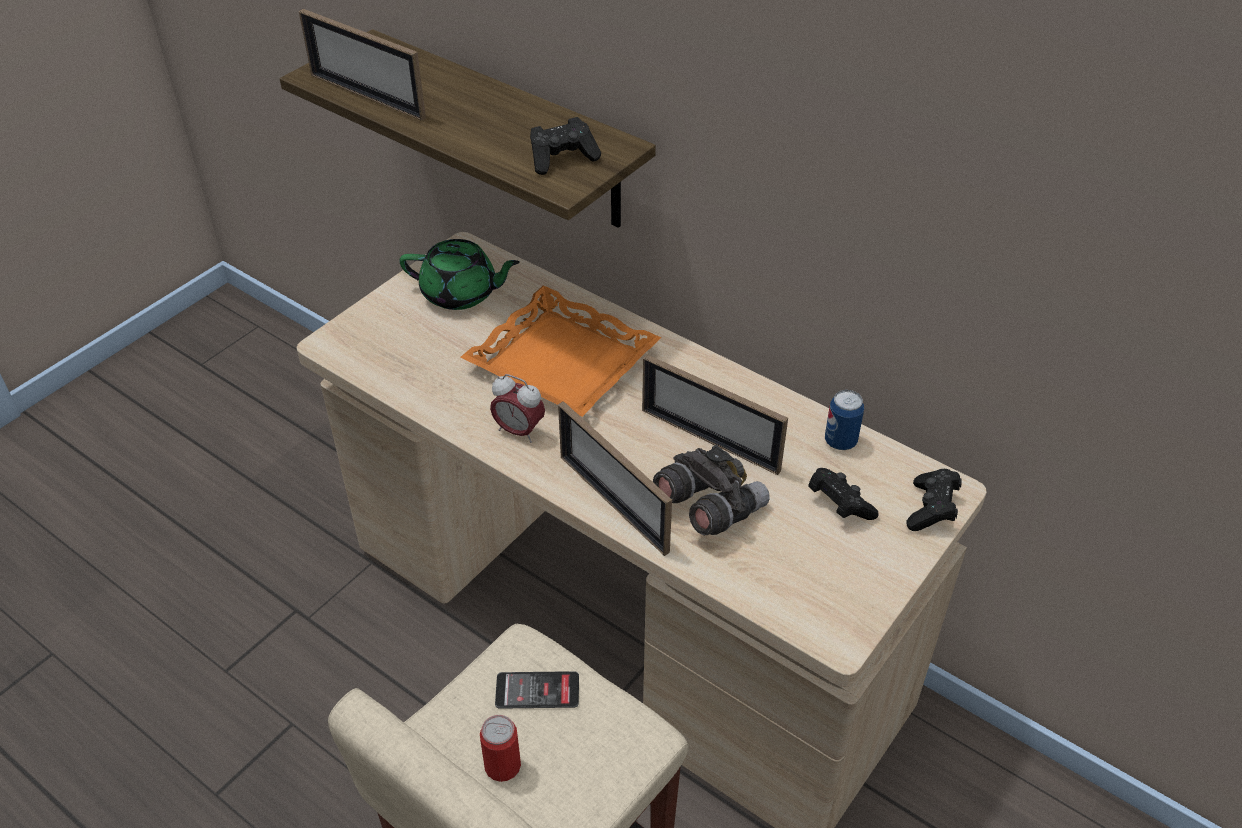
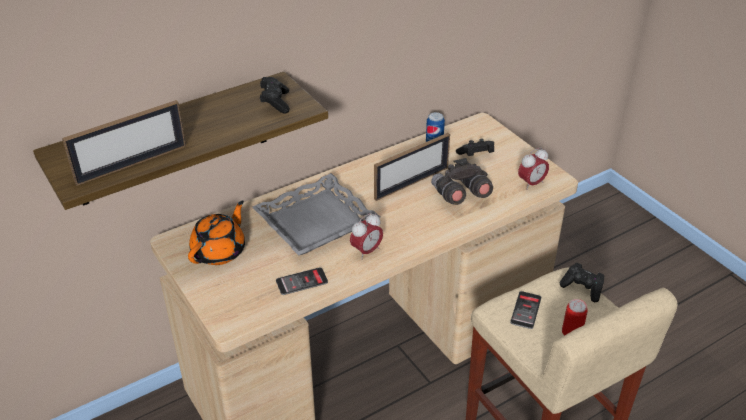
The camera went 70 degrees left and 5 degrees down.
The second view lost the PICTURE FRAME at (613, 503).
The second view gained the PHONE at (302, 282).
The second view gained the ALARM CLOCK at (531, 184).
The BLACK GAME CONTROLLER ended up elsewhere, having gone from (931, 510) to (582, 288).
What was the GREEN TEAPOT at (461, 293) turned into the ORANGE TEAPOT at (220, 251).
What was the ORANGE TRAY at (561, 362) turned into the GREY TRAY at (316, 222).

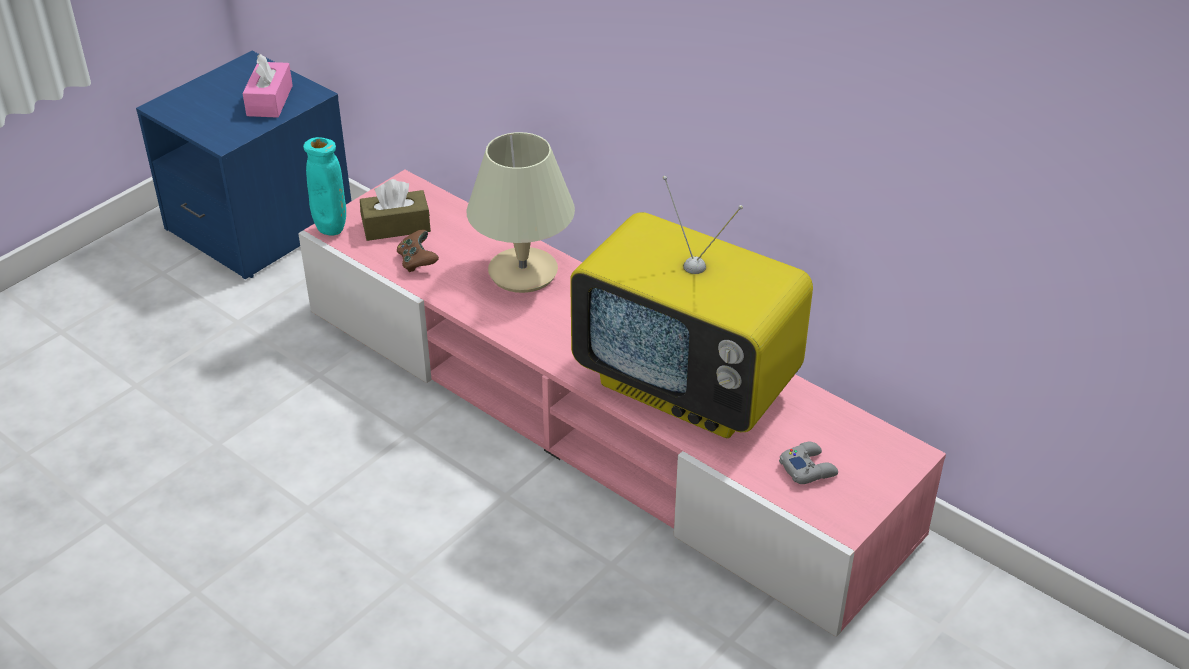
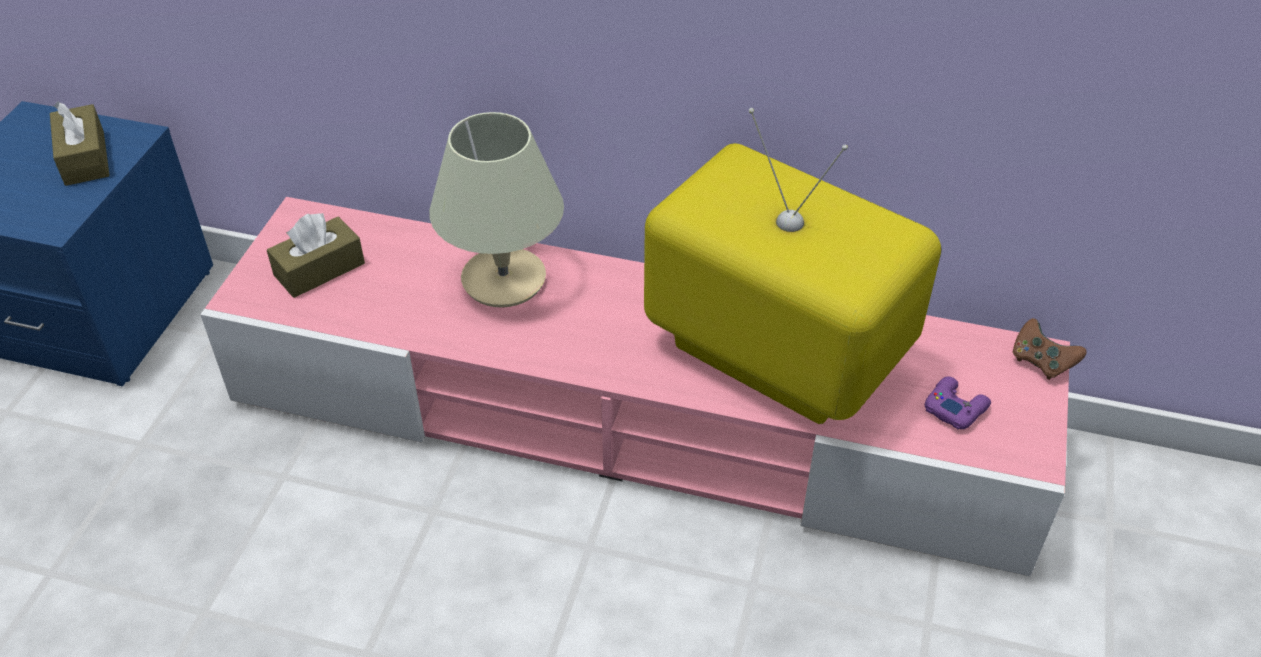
The camera went 25 degrees left and 5 degrees up.
The second view lost the TURQUOISE VASE at (331, 230).
The BROWN GAME CONTROLLER ended up elsewhere, having gone from (417, 261) to (1041, 361).
What was the PINK TISSUE BOX at (270, 100) turned into the BROWN TISSUE BOX at (84, 158).
What was the GREY GAME CONTROLLER at (808, 468) turned into the PURPLE GAME CONTROLLER at (955, 407).
The TELEVISION at (689, 385) ended up facing another way, 150 degrees counterclockwise from before.

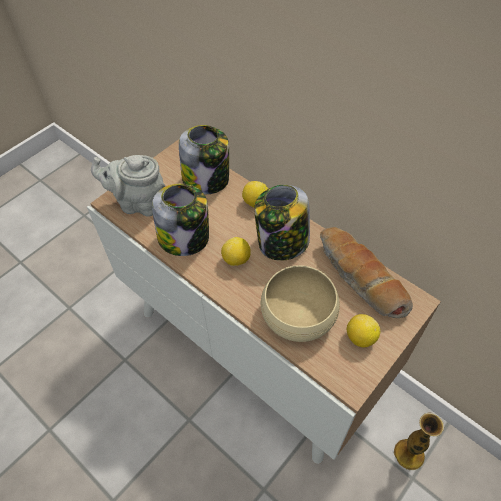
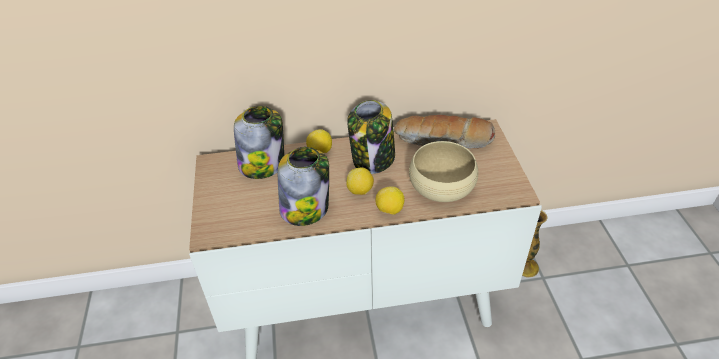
The camera went 50 degrees left and 10 degrees down.
The second view lost the GREY TEAPOT at (138, 203).
The LEMON ended up elsewhere, having gone from (360, 337) to (389, 210).

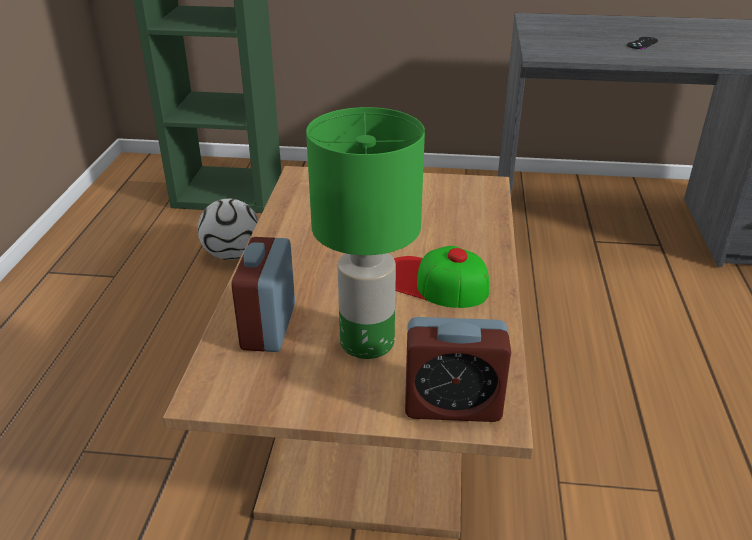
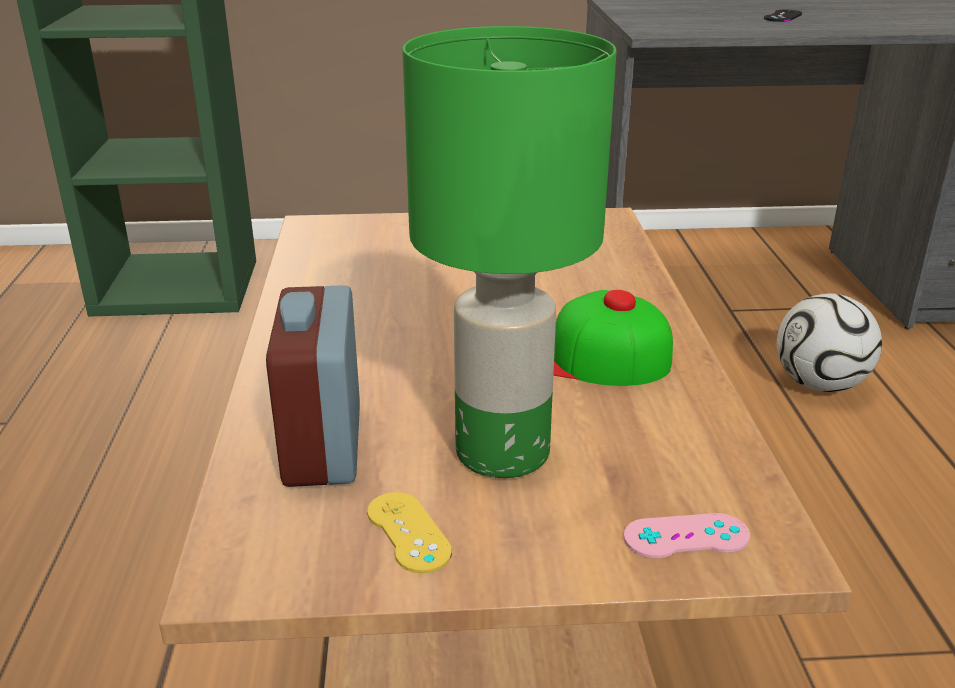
The camera went 10 degrees left and 5 degrees down.
The second view gained the YELLOW GAME CONTROLLER at (408, 532).
The FOOTBALL ended up elsewhere, having gone from (232, 254) to (819, 384).
Where the ALARM CLOCK stood at (452, 405), the PINK GAME CONTROLLER came to stand at (686, 536).

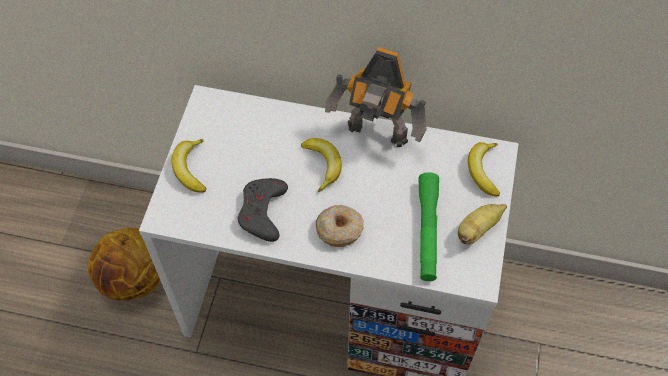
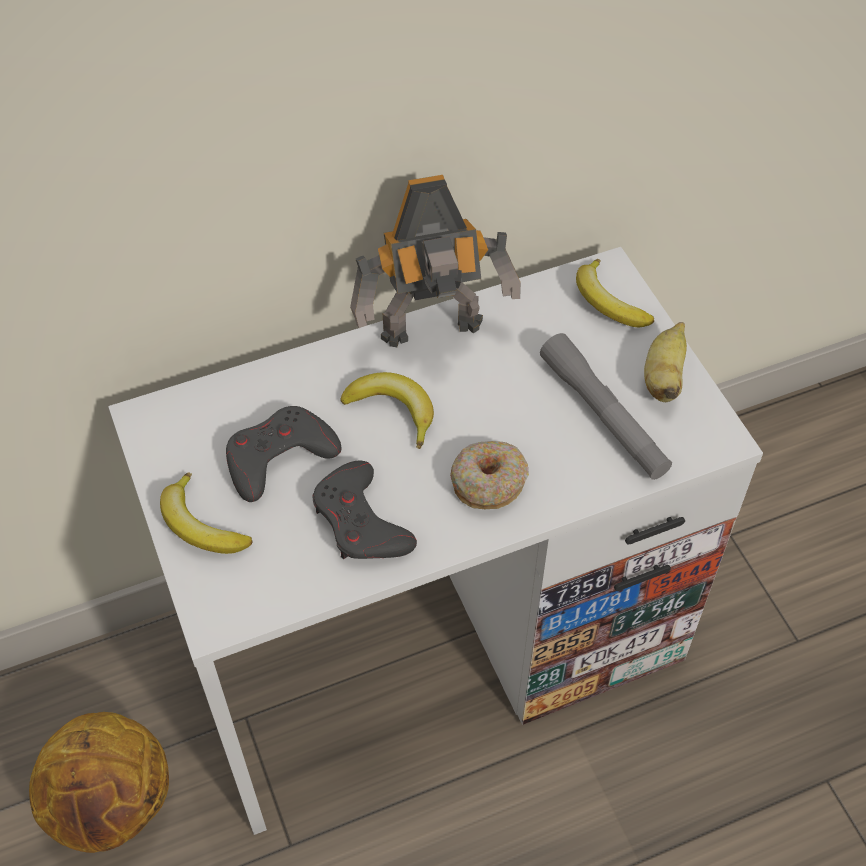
The camera went 35 degrees left and 5 degrees down.
The second view gained the GREY GAME CONTROLLER at (279, 457).
What was the GREEN FLASHLIGHT at (427, 231) turned into the GREY FLASHLIGHT at (603, 416).

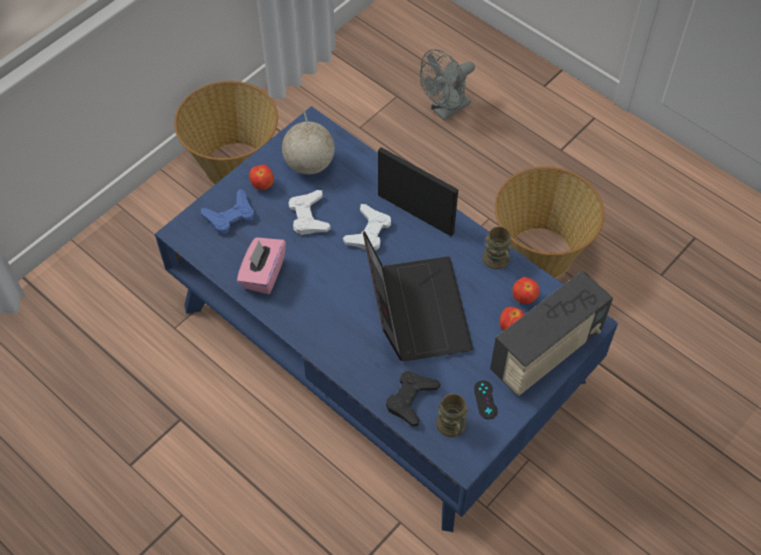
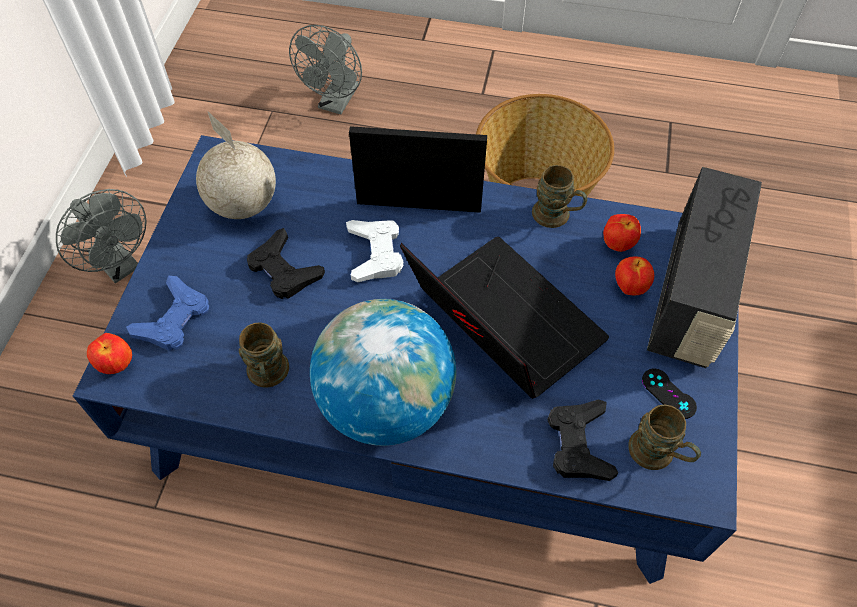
The camera went 30 degrees left and 0 degrees up.
The second view gained the GLOBE at (386, 402).
The APPLE ended up elsewhere, having gone from (263, 185) to (117, 364).
Where the BASKET stood at (234, 165), the GREY FAN came to stand at (120, 266).
Where the PINK TISSUE BOX stood at (263, 274), the BROWN MUG came to stand at (269, 375).
What was the WHITE GAME CONTROLLER at (309, 216) turned into the BLACK GAME CONTROLLER at (284, 270).

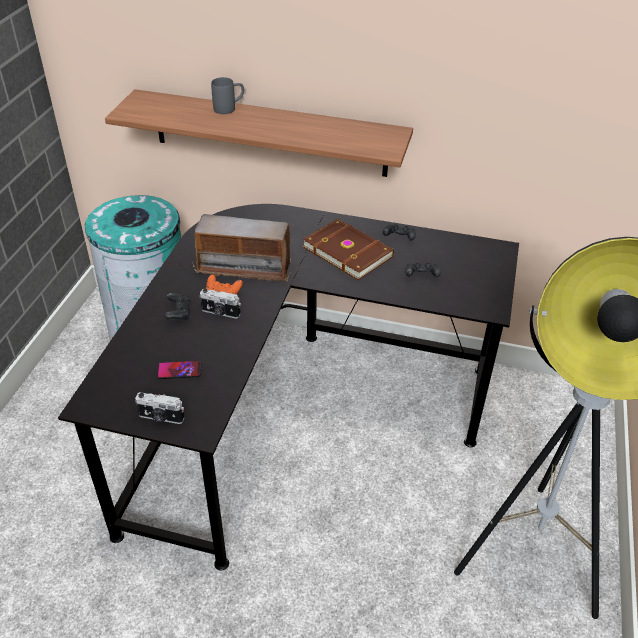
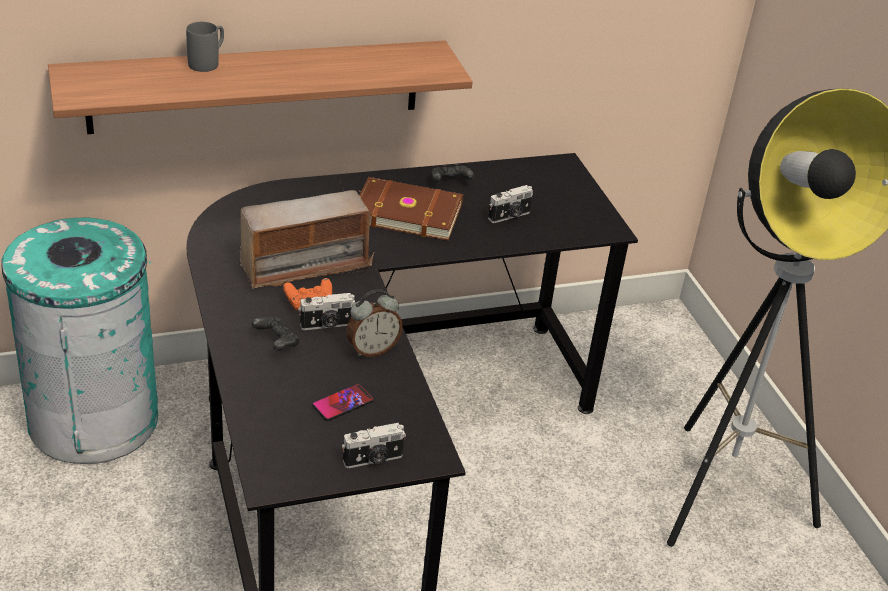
The camera went 35 degrees left and 5 degrees down.
The second view gained the ALARM CLOCK at (372, 349).
Where the BLACK GAME CONTROLLER stood at (421, 276), the PHOTO CAMERA came to stand at (510, 216).

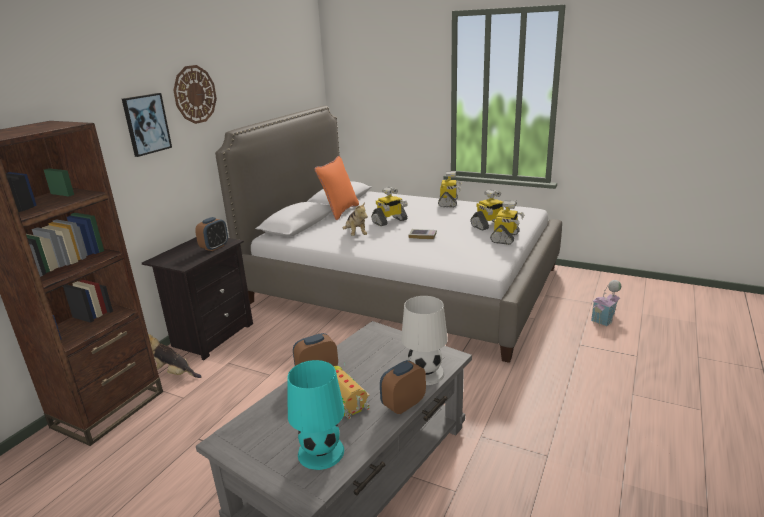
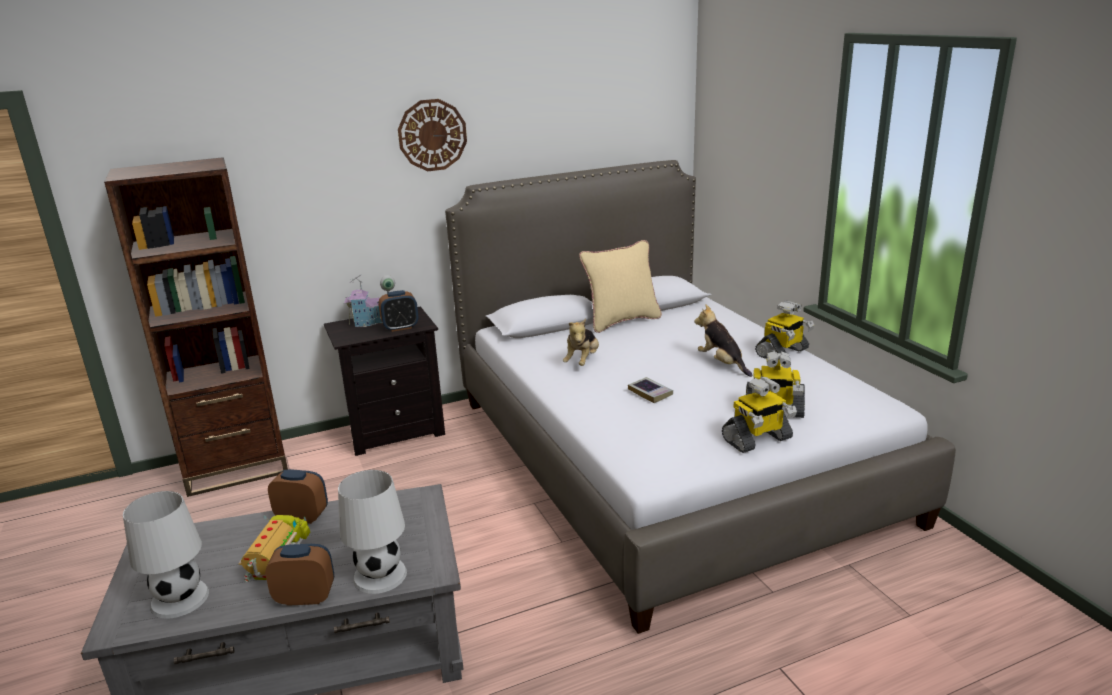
The camera went 40 degrees right and 0 degrees up.
The second view lost the PICTURE at (146, 124).
The second view lost the TOY ROBOT at (389, 221).
The PLUSH TOY ended up elsewhere, having gone from (174, 374) to (722, 363).
The TOY HOUSE ended up elsewhere, having gone from (605, 318) to (373, 322).
What was the TURQUOISE TABLE LAMP at (320, 452) turned into the WHITE TABLE LAMP at (179, 599).
What was the ORANGE PILLOW at (340, 211) turned into the BEIGE PILLOW at (621, 321).

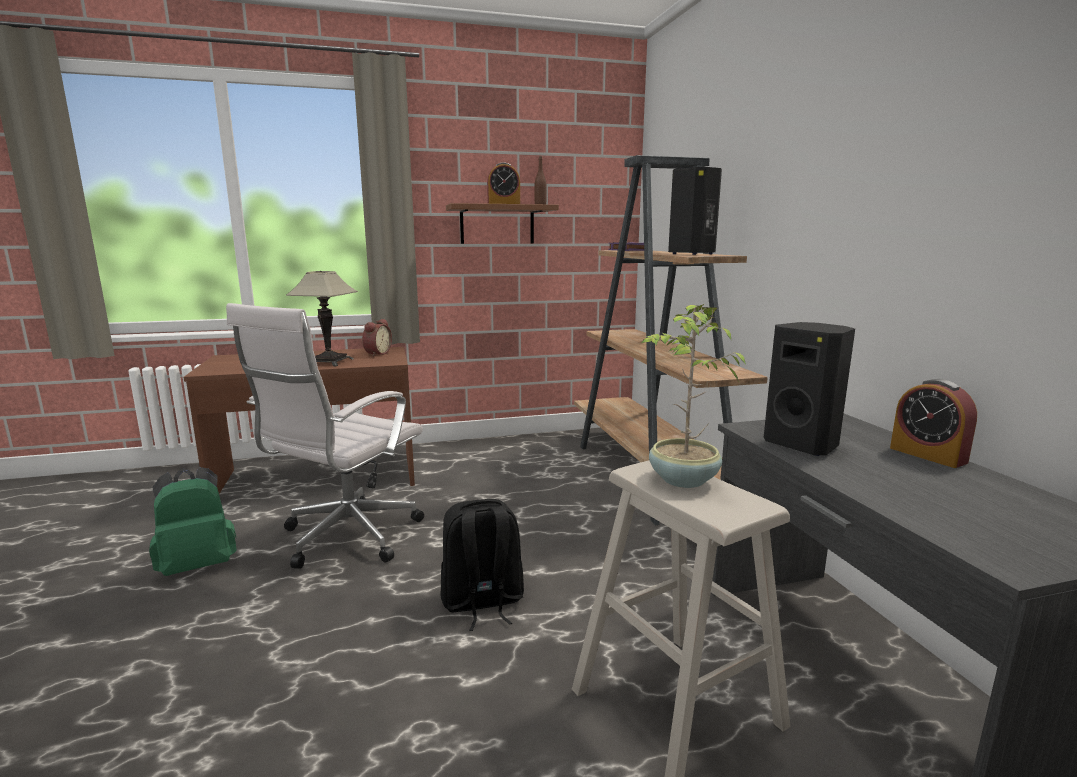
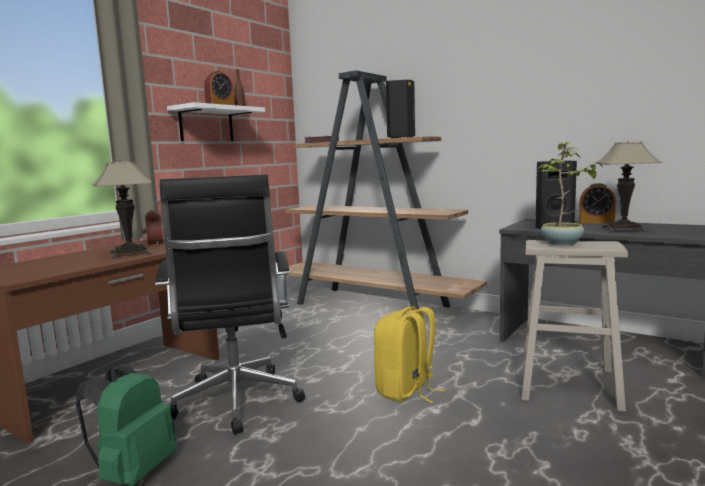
The camera went 40 degrees left and 5 degrees down.
The second view gained the TABLE LAMP at (623, 229).
What was the WHITE OFFICE CHAIR at (346, 538) turned into the BLACK OFFICE CHAIR at (236, 404).
What was the BLACK BACKPACK at (482, 602) turned into the YELLOW BACKPACK at (406, 391).
What was the BROWN SHELF at (497, 225) turned into the WHITE SHELF at (206, 124).

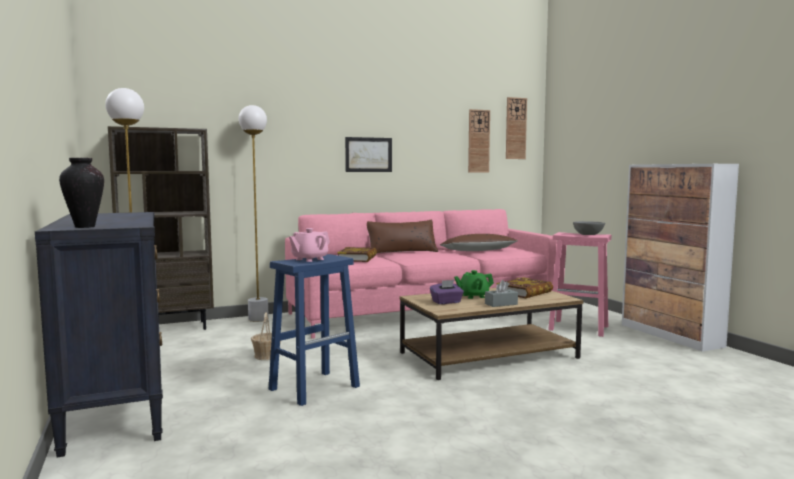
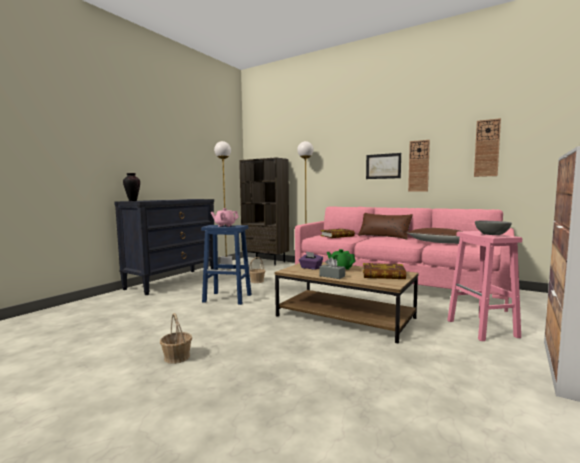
The camera went 55 degrees right and 0 degrees up.
The second view gained the BASKET at (177, 357).
The WALL CLOCK ended up elsewhere, having gone from (515, 128) to (418, 166).

